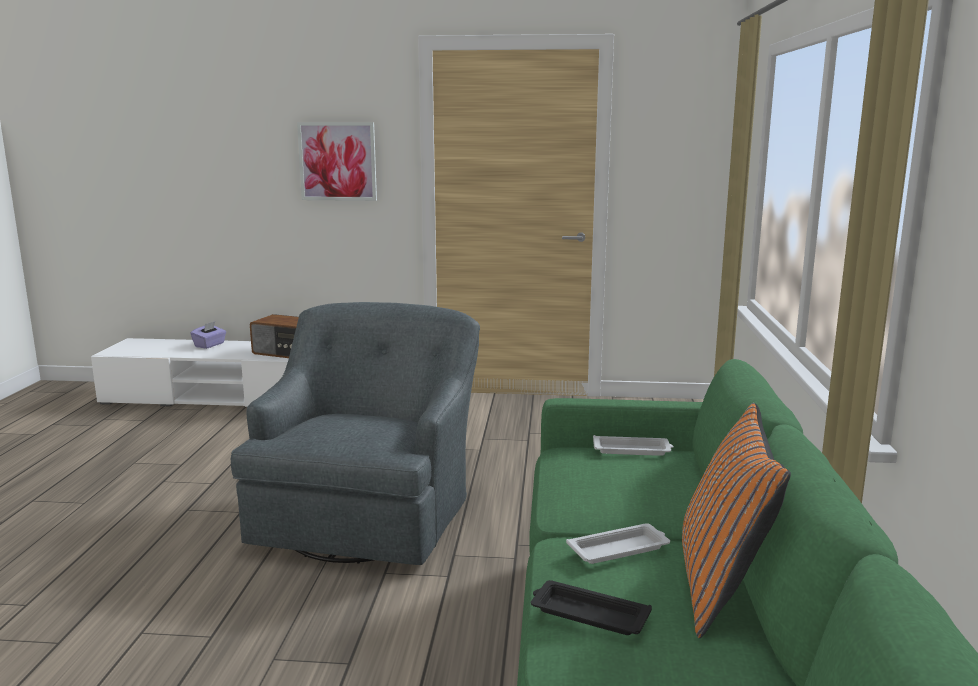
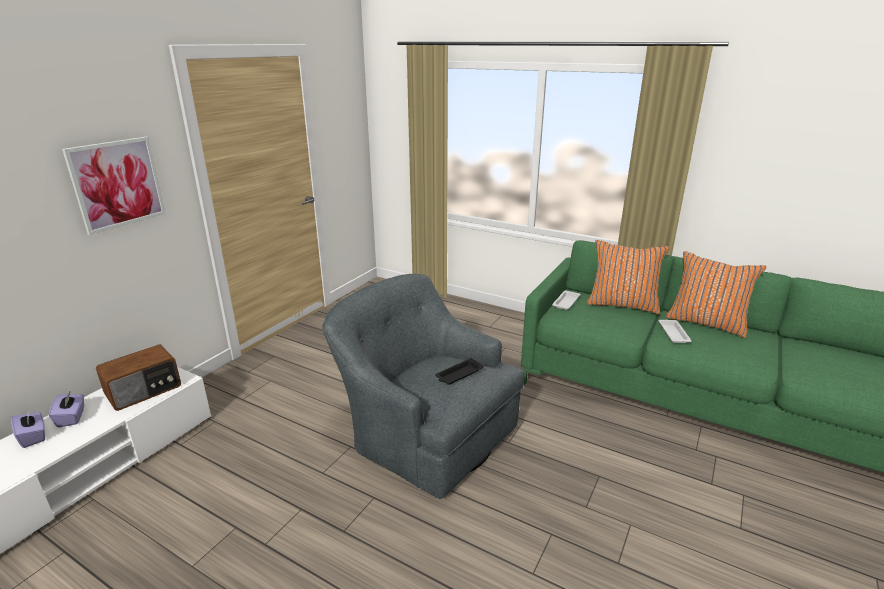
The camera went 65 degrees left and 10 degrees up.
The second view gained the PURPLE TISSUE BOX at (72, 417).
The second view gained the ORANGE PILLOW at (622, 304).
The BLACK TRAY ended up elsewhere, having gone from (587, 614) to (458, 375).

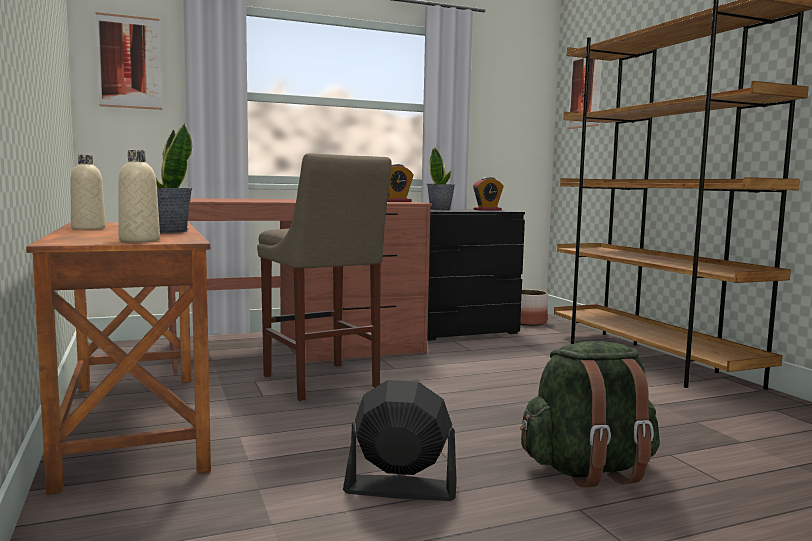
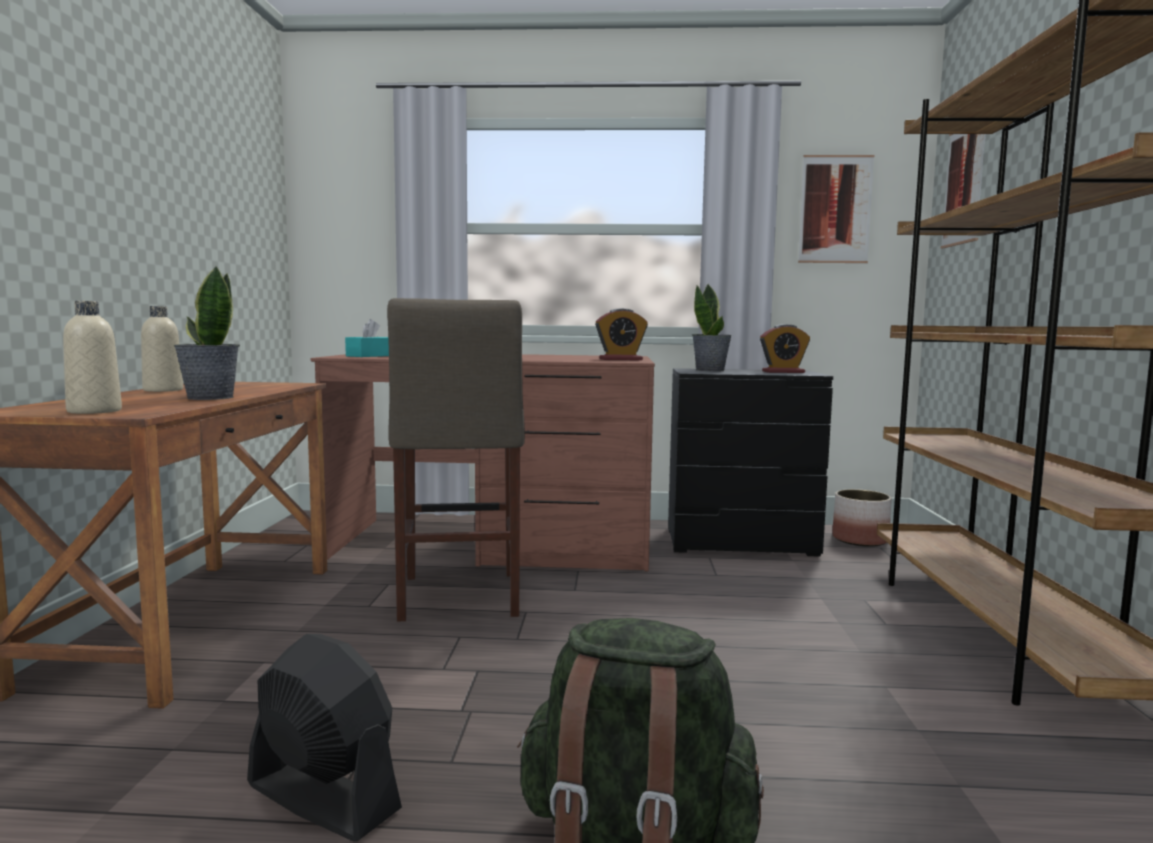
The camera went 25 degrees right and 0 degrees up.
The second view gained the TURQUOISE TISSUE BOX at (370, 356).
The PICTURE ended up elsewhere, having gone from (129, 62) to (835, 209).

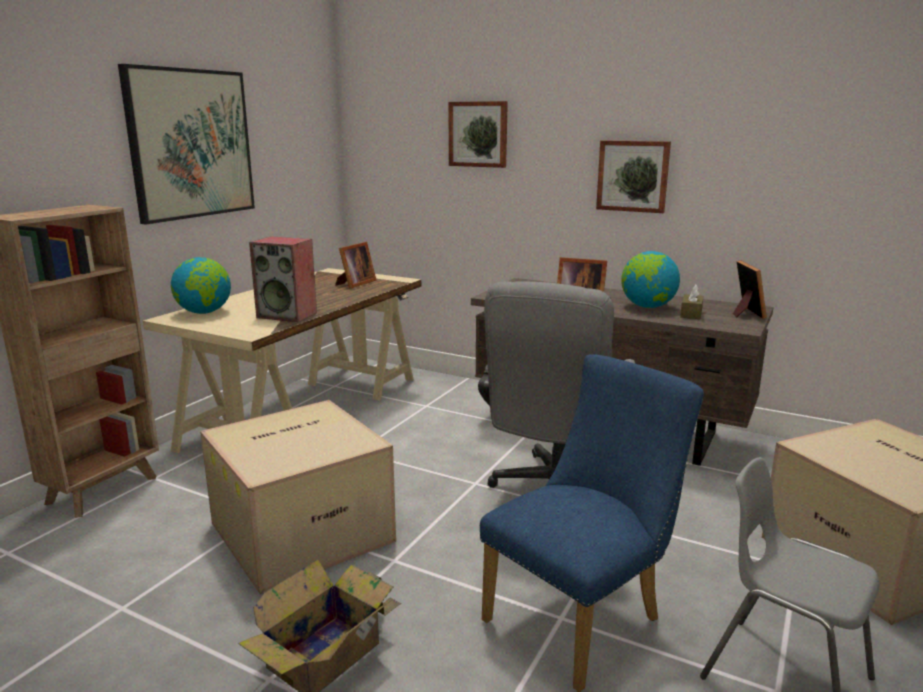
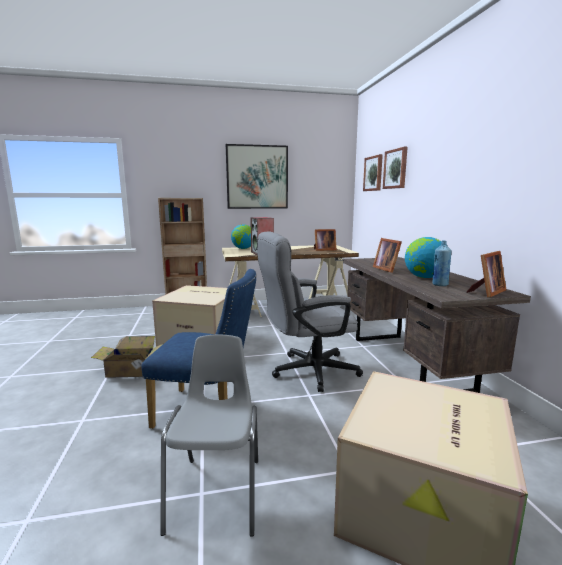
The camera went 50 degrees right and 5 degrees down.
The PICTURE ended up elsewhere, having gone from (633, 176) to (373, 173).
Where the BROWN TISSUE BOX stood at (691, 314), the BLUE BOTTLE came to stand at (440, 285).

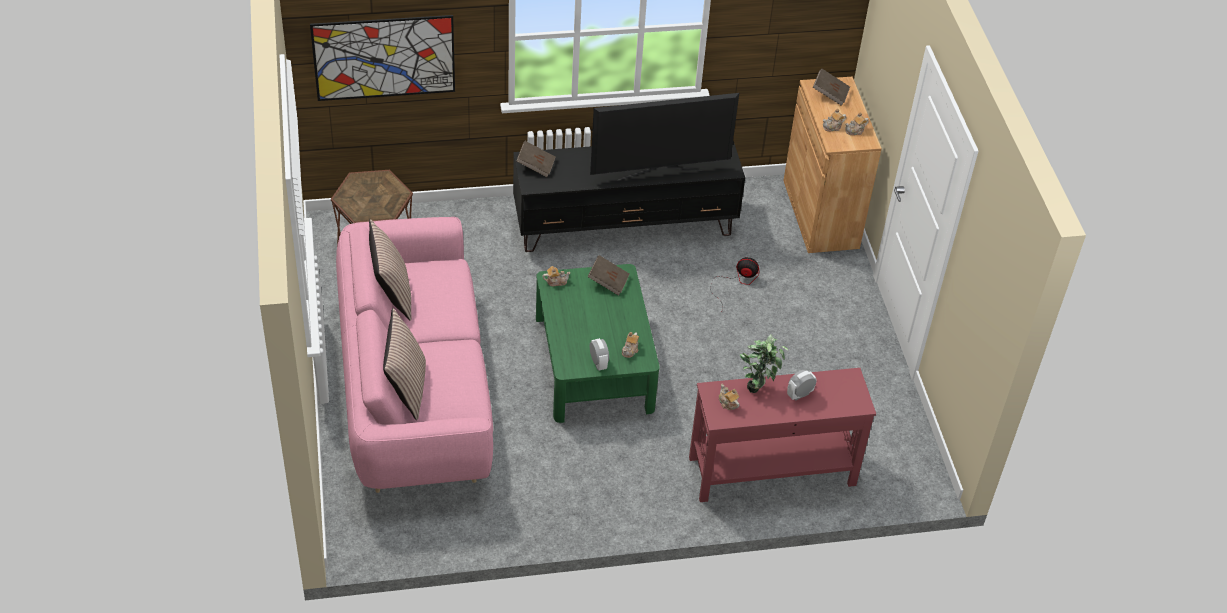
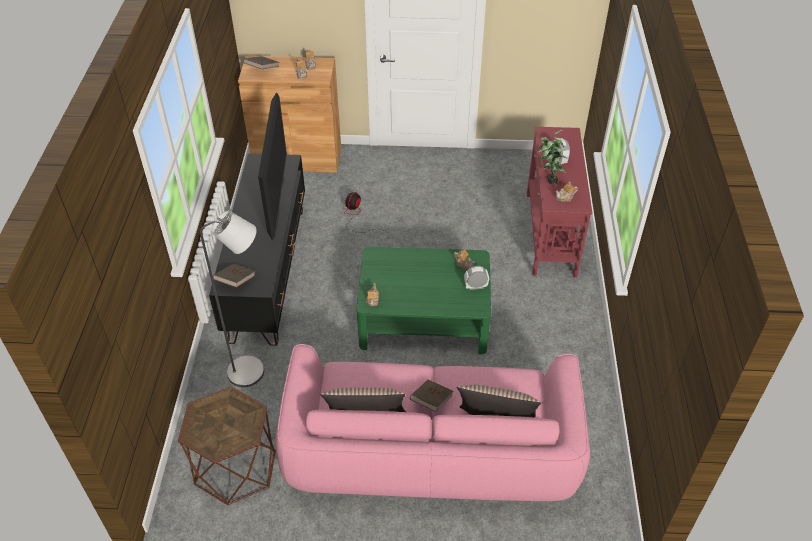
The camera went 75 degrees left and 0 degrees up.
The second view lost the PICTURE at (384, 58).
The second view gained the GREY FLOOR LAMP at (253, 371).
The BROWN BOOK ended up elsewhere, having gone from (608, 282) to (431, 401).

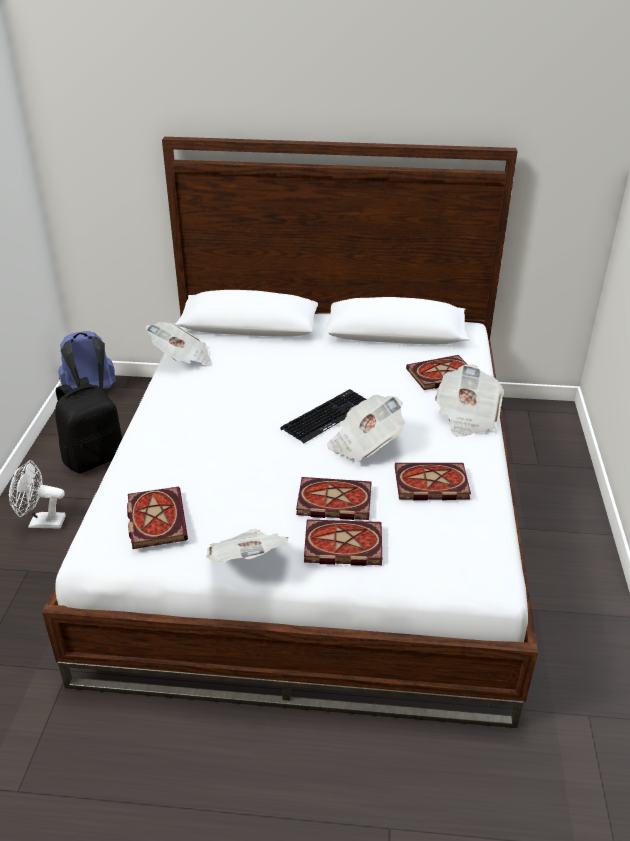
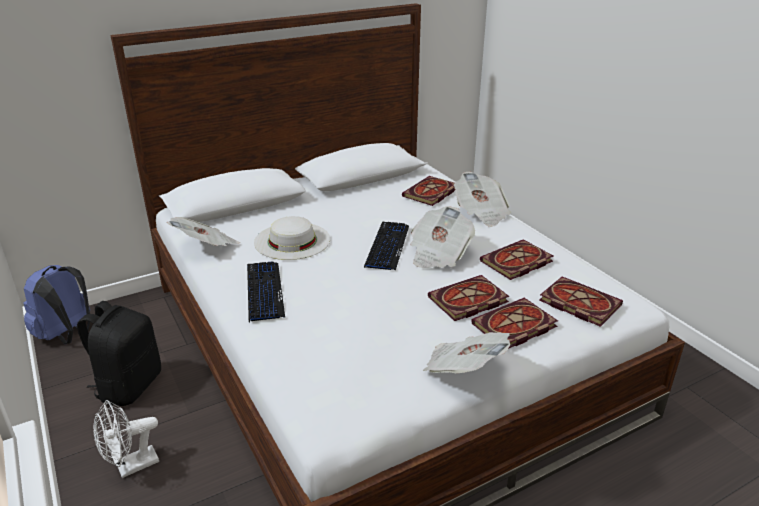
The camera went 35 degrees left and 5 degrees down.
The second view gained the KEYBOARD at (264, 291).
The second view gained the WHITE HAT at (292, 240).
The BOOK ended up elsewhere, having gone from (155, 519) to (577, 303).

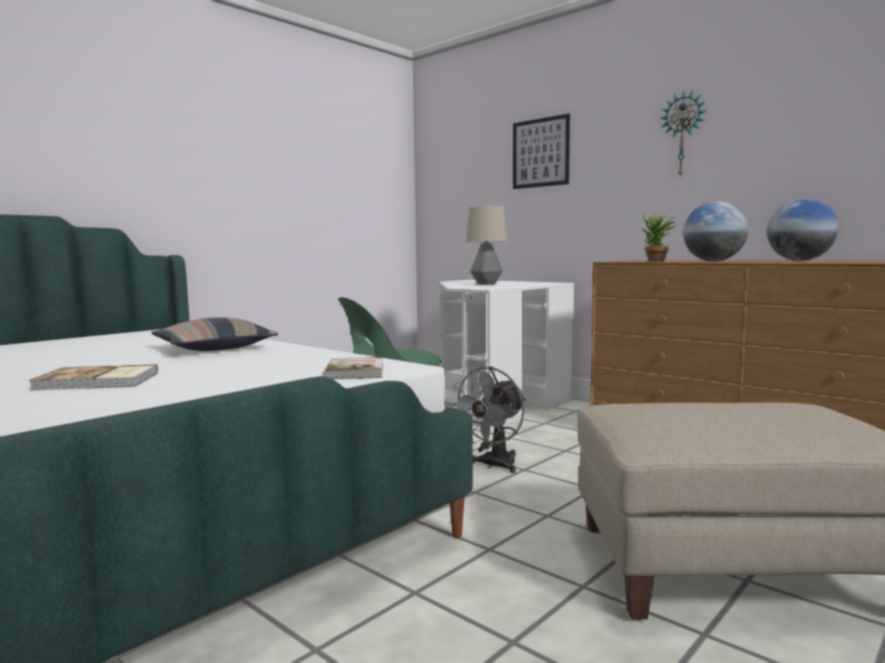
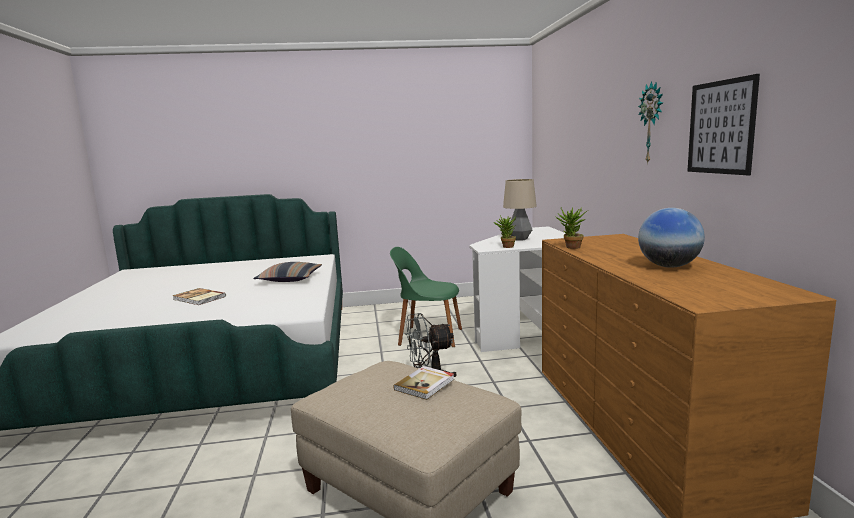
The camera went 40 degrees right and 5 degrees up.
The second view lost the GLOBE at (713, 261).
The second view gained the POTTED PLANT at (506, 247).
The BOOK ended up elsewhere, having gone from (356, 371) to (425, 384).
The PICTURE ended up elsewhere, having gone from (540, 153) to (721, 127).

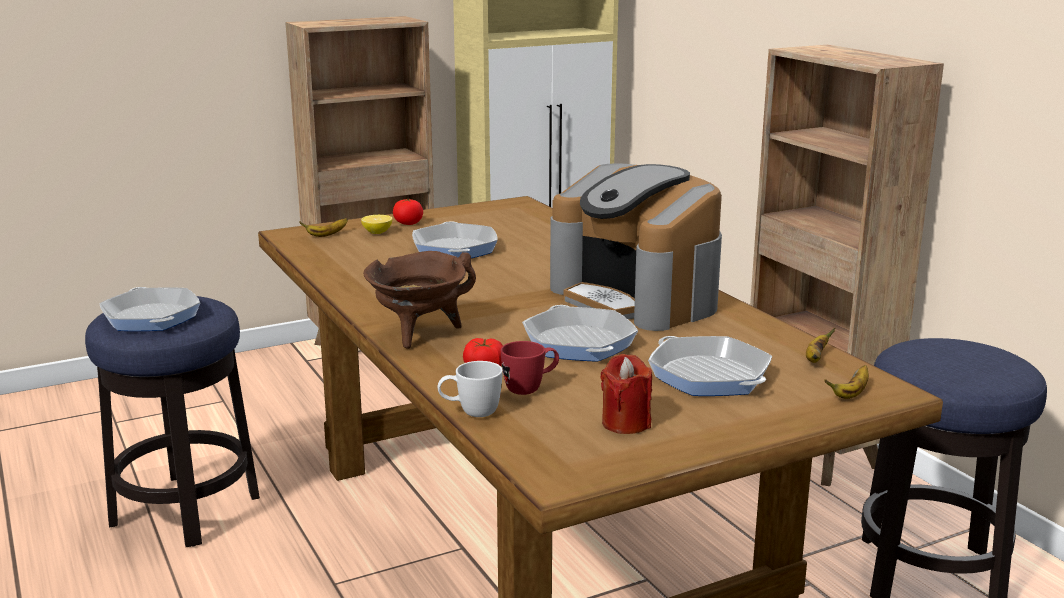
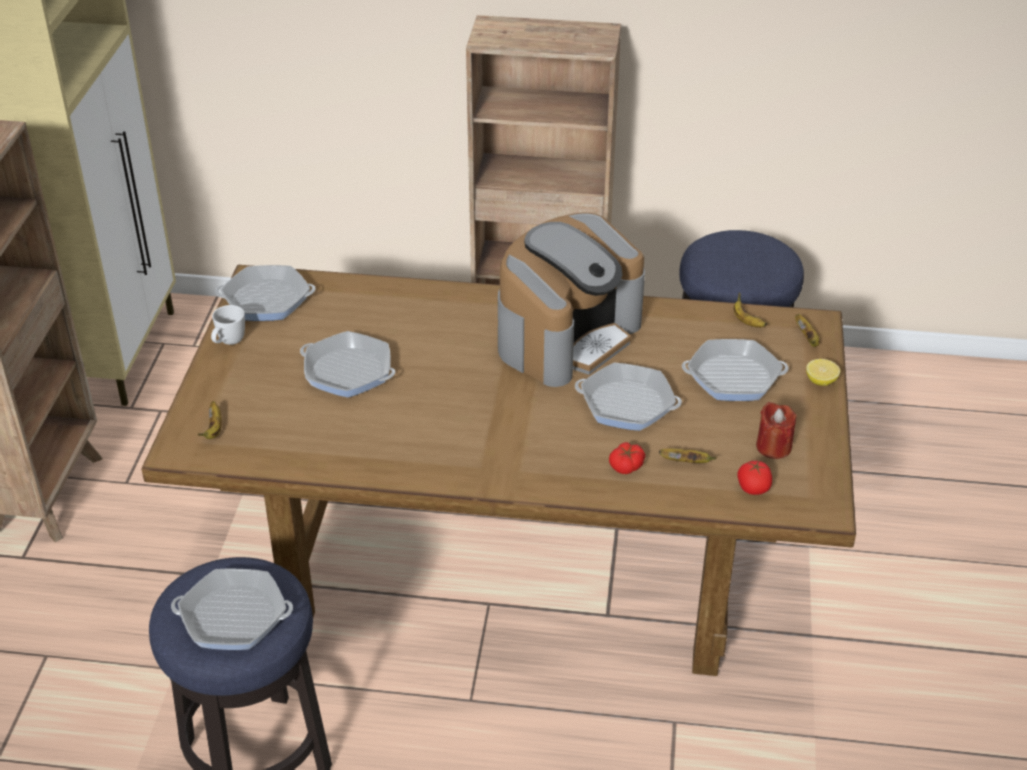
The camera went 55 degrees left and 20 degrees up.
The second view lost the BROWN COOKING POT at (419, 334).
The second view gained the FRYING PAN at (266, 300).
The LEMON ended up elsewhere, having gone from (377, 232) to (821, 381).
The TOMATO ended up elsewhere, having gone from (408, 223) to (753, 488).
The WHITE MUG ended up elsewhere, having gone from (470, 413) to (228, 343).
Where the RED MUG stood at (530, 389), the BANANA came to stand at (686, 462).
The COFFEE MACHINE at (636, 298) ended up facing another way, 45 degrees counterclockwise from before.

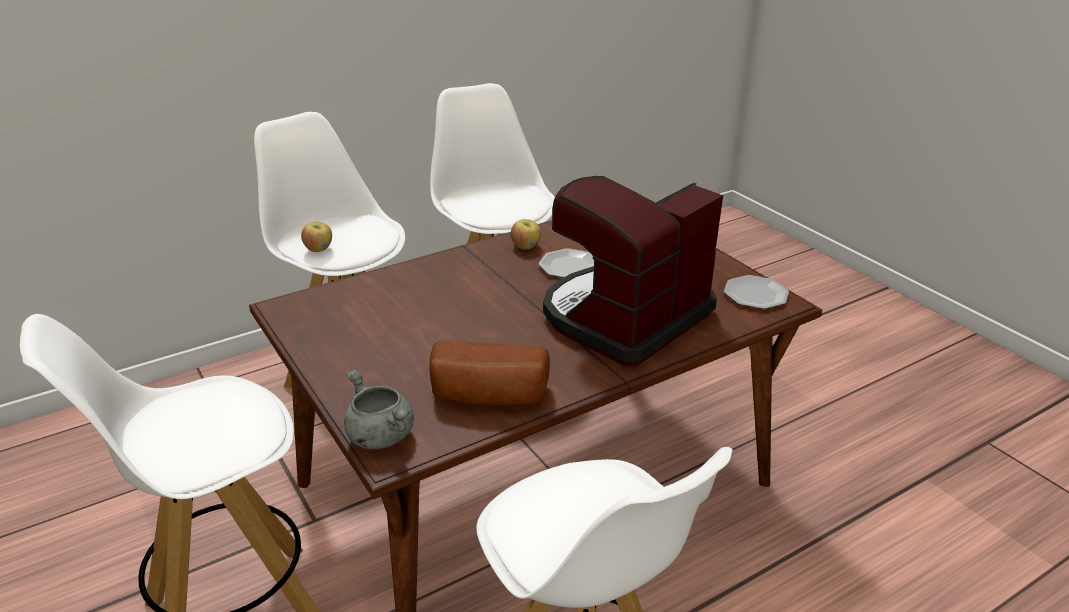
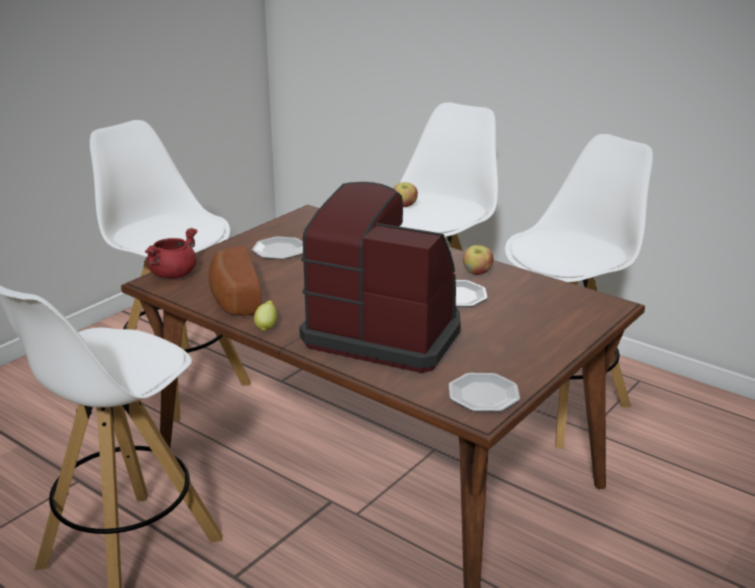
The camera went 70 degrees right and 5 degrees down.
The second view gained the PLATE at (280, 250).
The second view gained the LEMON at (266, 327).
What was the GREY COOKING POT at (379, 436) turned into the RED COOKING POT at (173, 274).

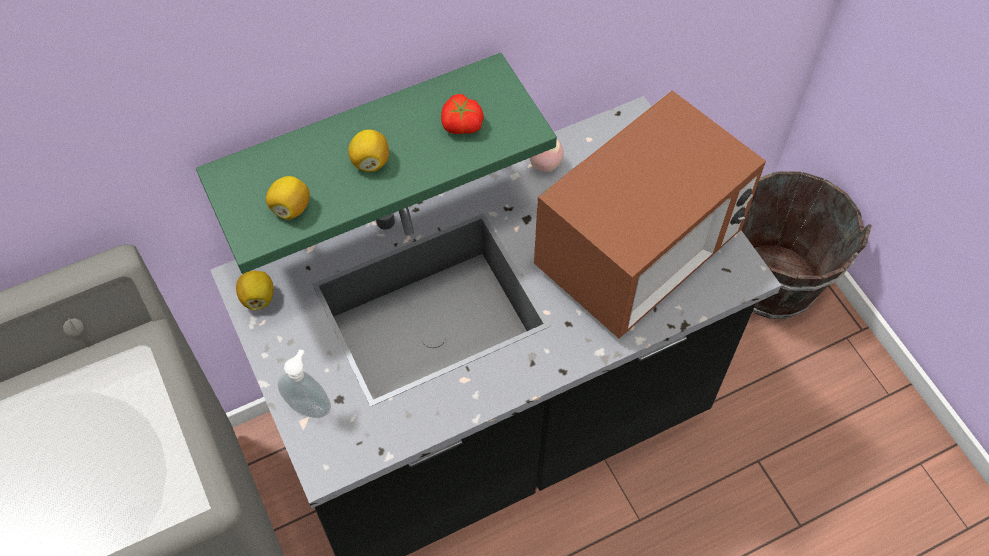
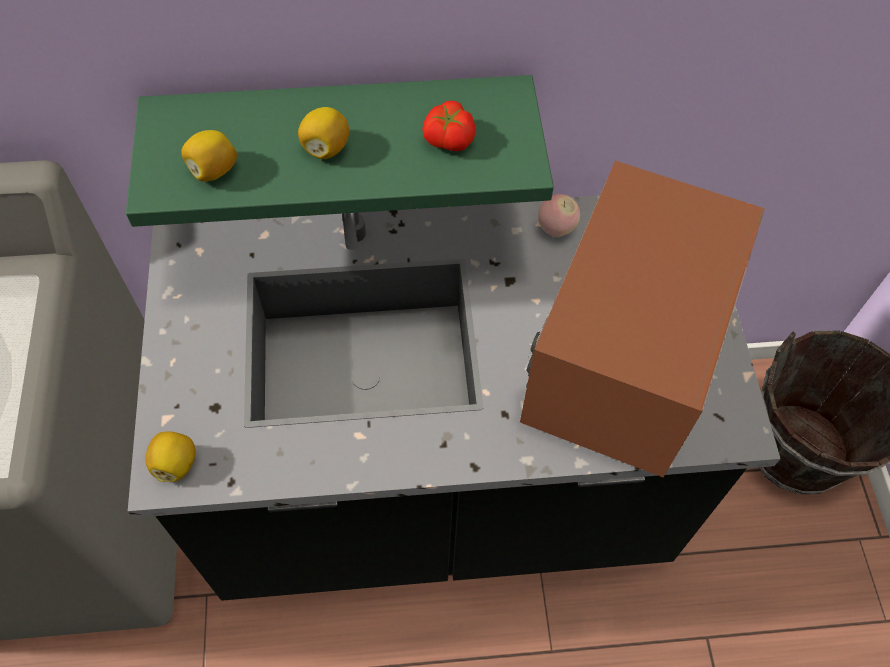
The camera went 20 degrees right and 0 degrees up.
The second view lost the SOAP DISPENSER at (310, 406).
The LEMON ended up elsewhere, having gone from (258, 297) to (176, 463).
The MICROWAVE at (638, 253) ended up facing another way, 135 degrees clockwise from before.

